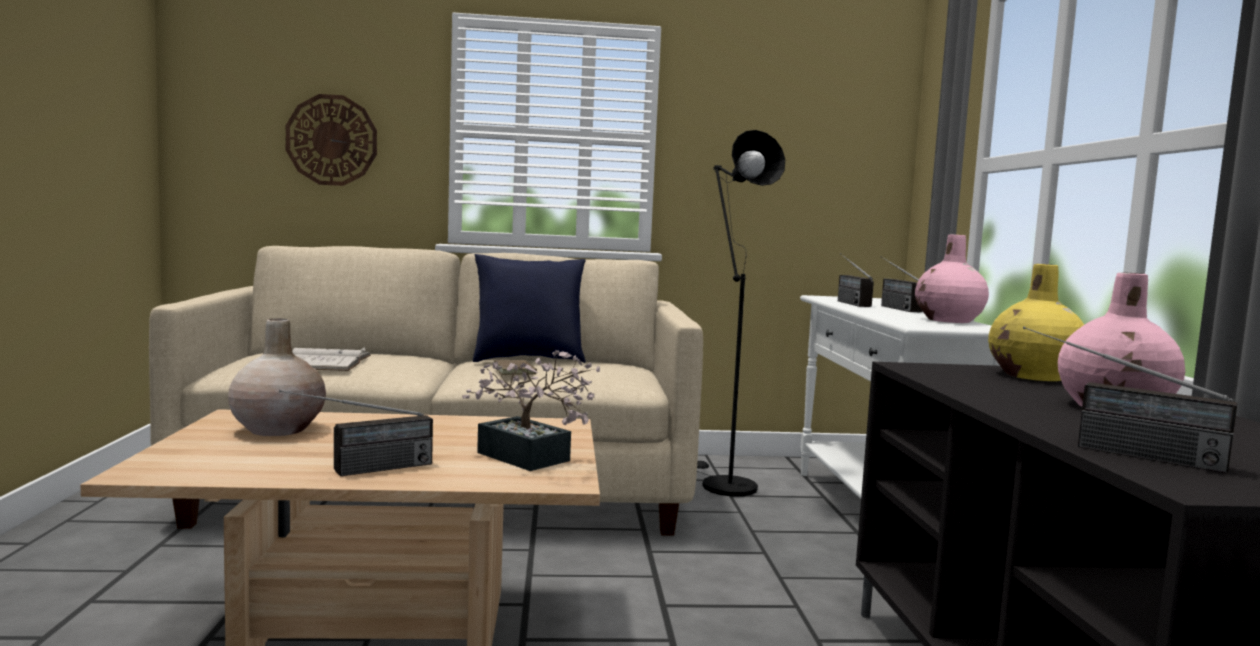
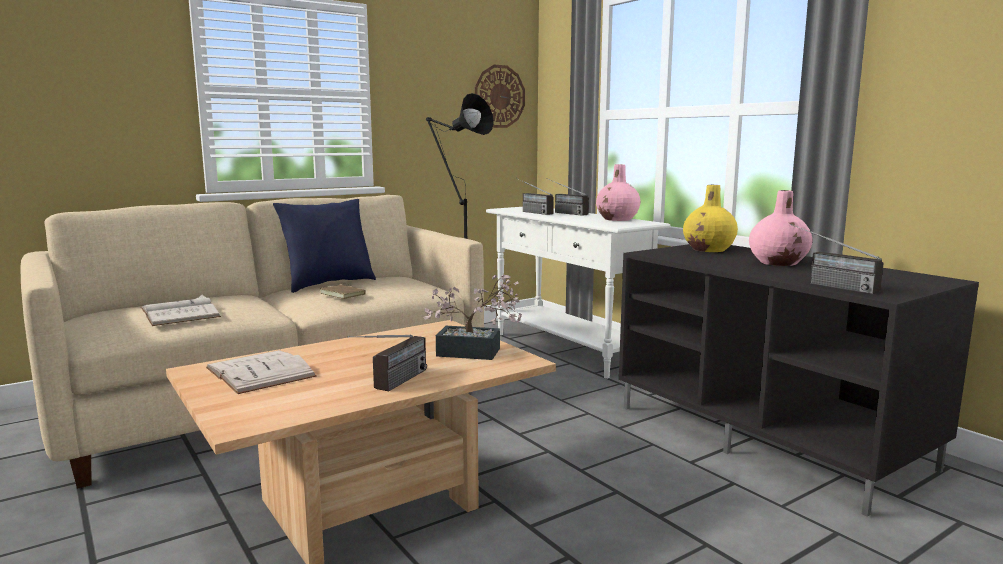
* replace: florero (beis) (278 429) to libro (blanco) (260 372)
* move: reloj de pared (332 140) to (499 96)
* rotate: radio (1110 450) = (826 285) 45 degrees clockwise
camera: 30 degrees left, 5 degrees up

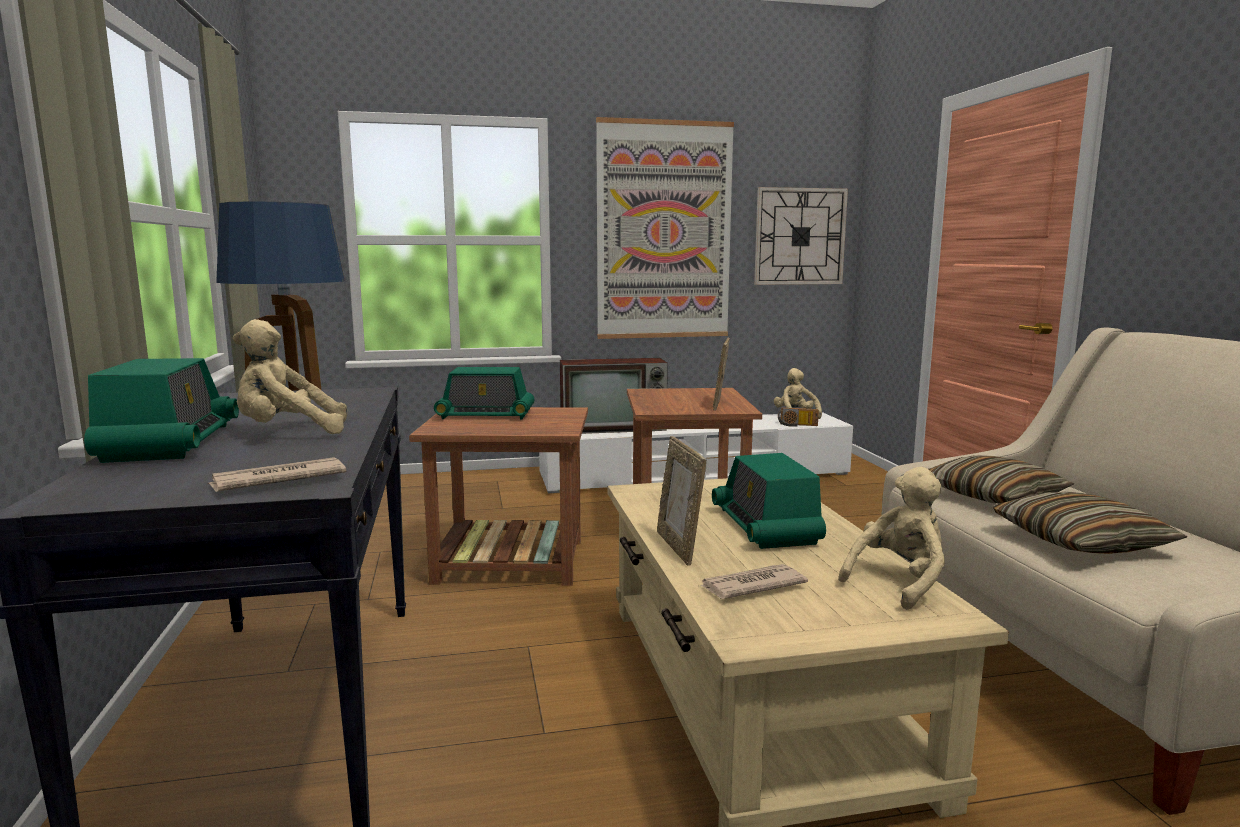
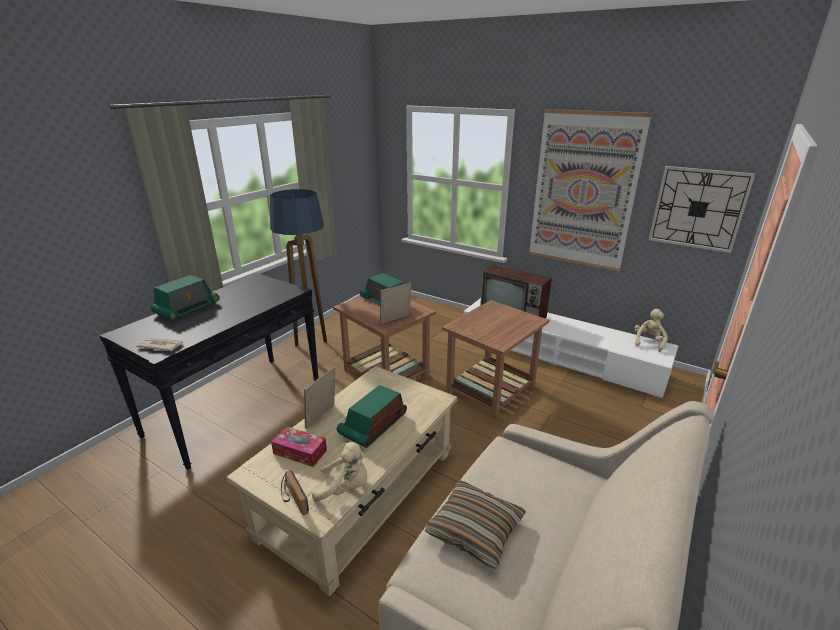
* replace: periódico (751 585) to caja de pañuelos (300 452)
* move: radio (797 425) to (292 500)
* move: portarretratos (720 405) to (395 320)
* delete: peluche (beis) (288 433)
* delete: cojín (993 496)
camera: 45 degrees right, 15 degrees up

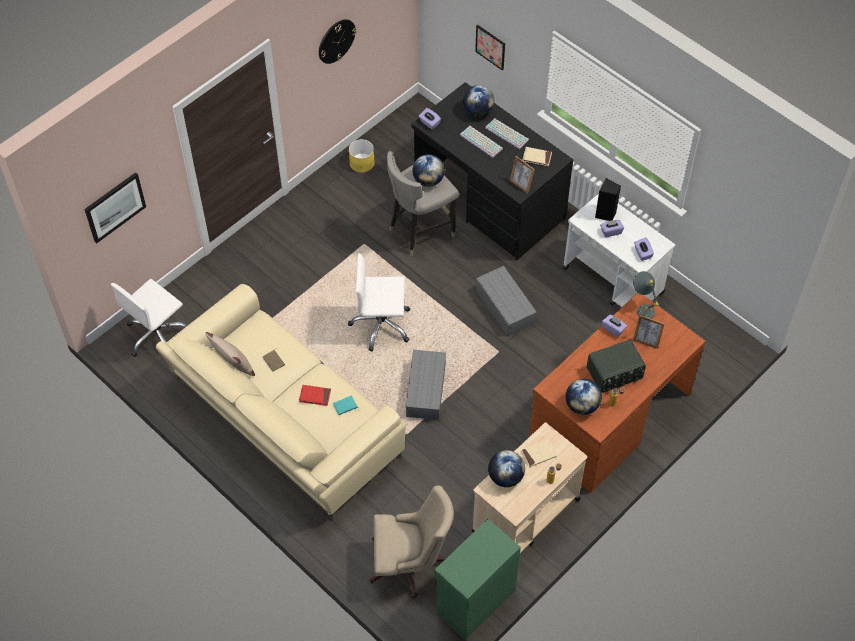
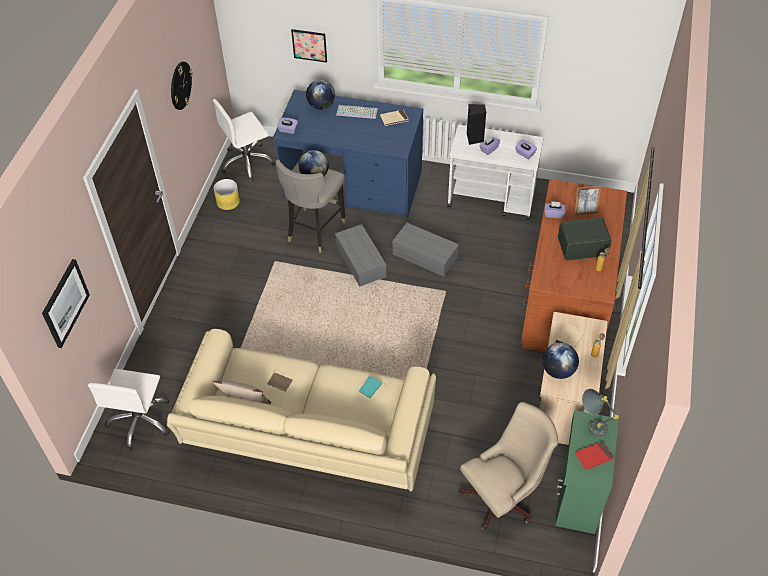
* move: silla de oficina (blanco) (381 325) to (247 162)
* recolor: escritorio (negro) (489 201) to escritorio (azul) (353 184)
* move: caja de almacenaje (gris) (426 391) to (362 262)
* rotate: radio (615 374) = (582 246) 135 degrees counterclockwise
* move: libro (rojo) (315 396) to (594 456)
* move: lámpara de mesa (gris) (642 307) to (591 425)
* delete: teclado (482 141)
* delete: portarretratos (521 185)
* delete: globo terráqueo (582 406)
camera: 30 degrees left, 5 degrees down

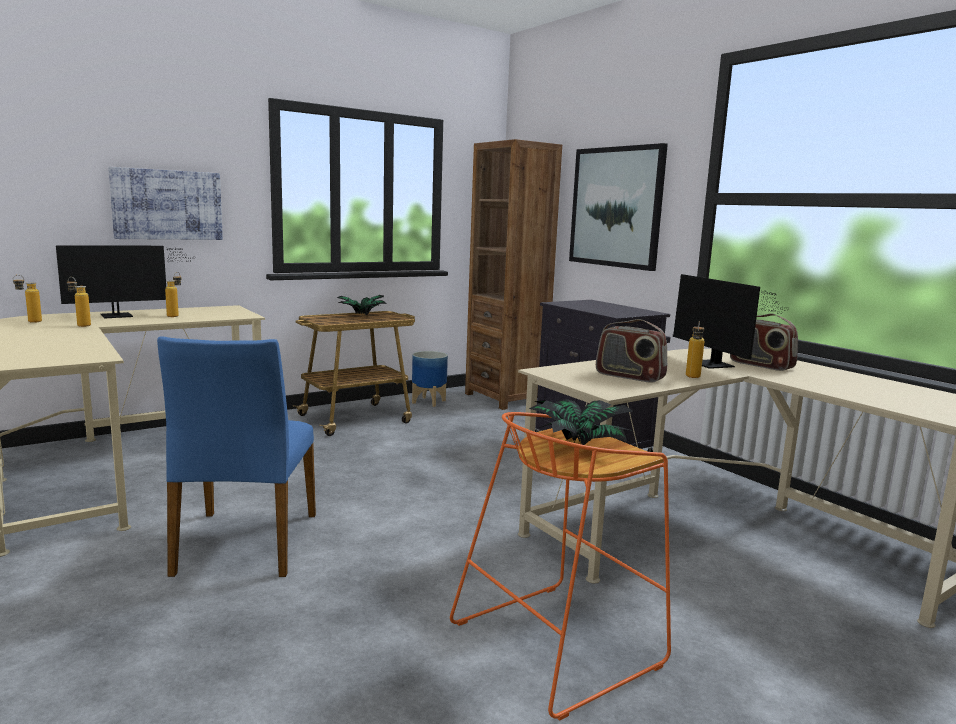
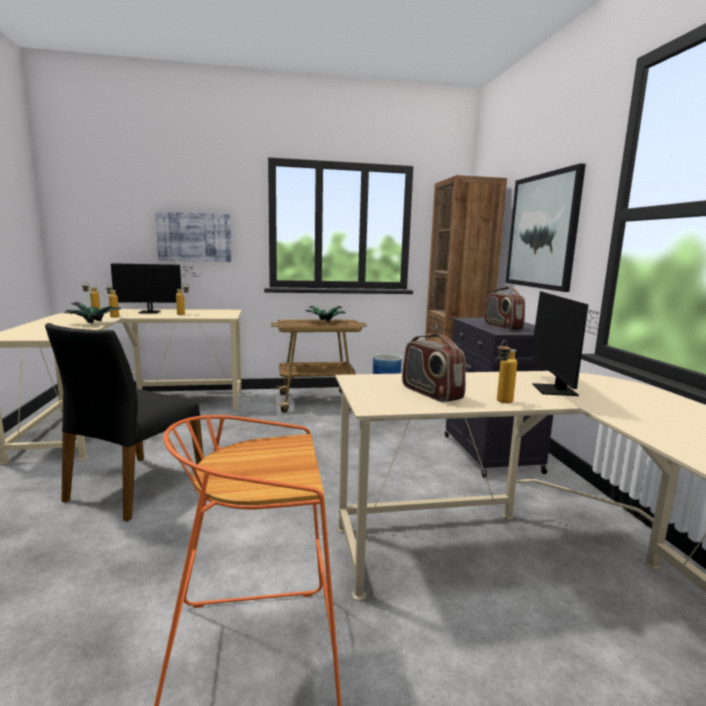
* recolor: silla (azul) (245 543) to silla (negro) (134 487)
* move: planta en maceta (578 443) to (95 324)
* move: radio (761 365) to (502 326)
camera: 25 degrees right, 0 degrees up

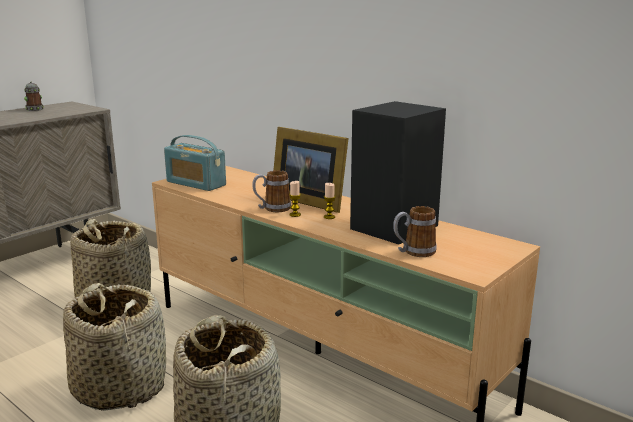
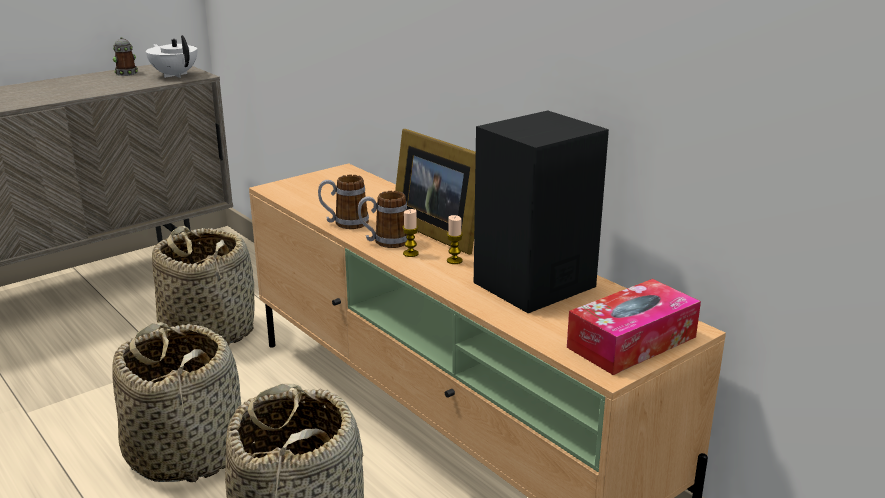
* insert: tetera (blanco) (175 75)
* move: taza grande (413 252) to (344 223)
* insert: caja de pañuelos (632 342)
* delete: radio (196 183)
camera: 10 degrees right, 5 degrees up

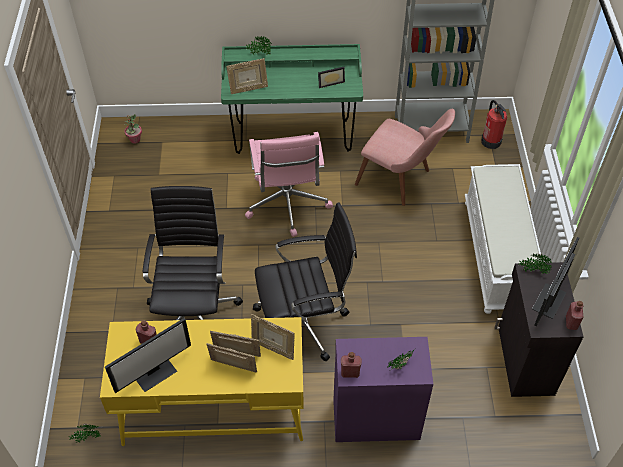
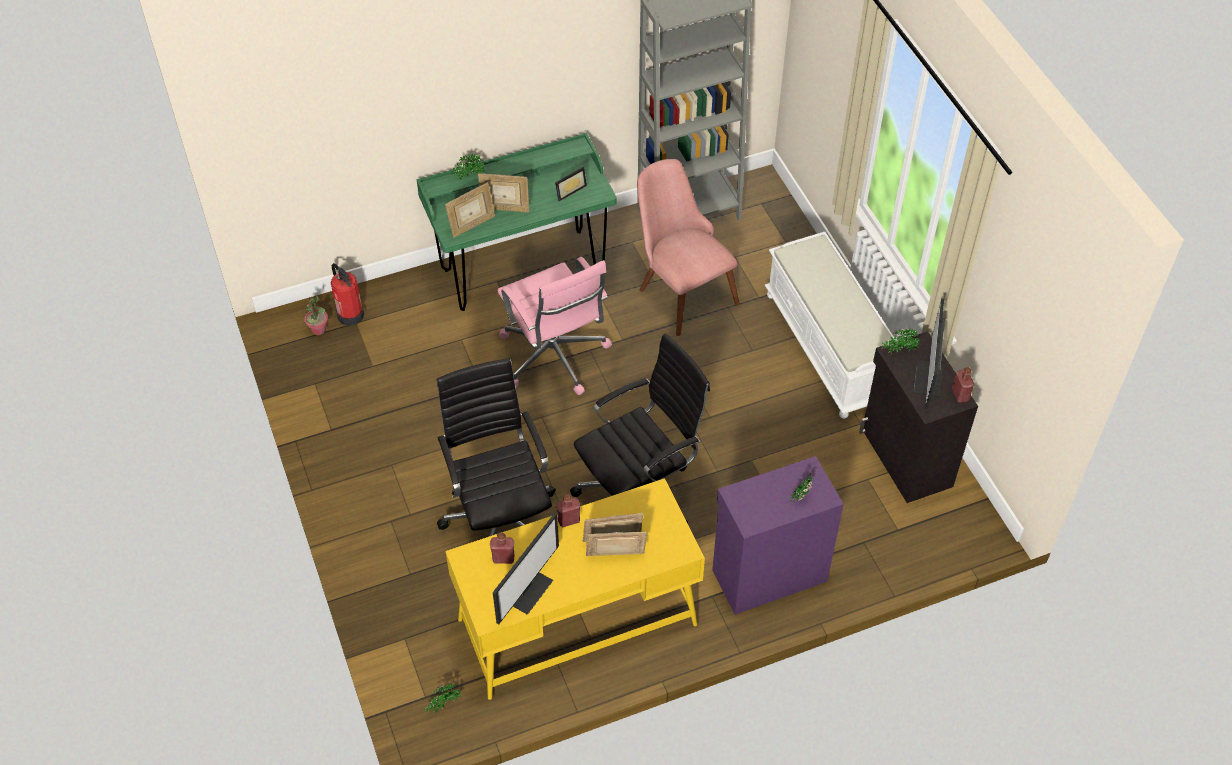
* move: extintor (491 141) to (350 314)
* move: portarretratos (273 348) to (505 208)
* move: botella (rojo) (350 372) to (568 520)
* rotate: silla (rosa) (401 180) = (680 289) 135 degrees counterclockwise
camera: 20 degrees left, 0 degrees up

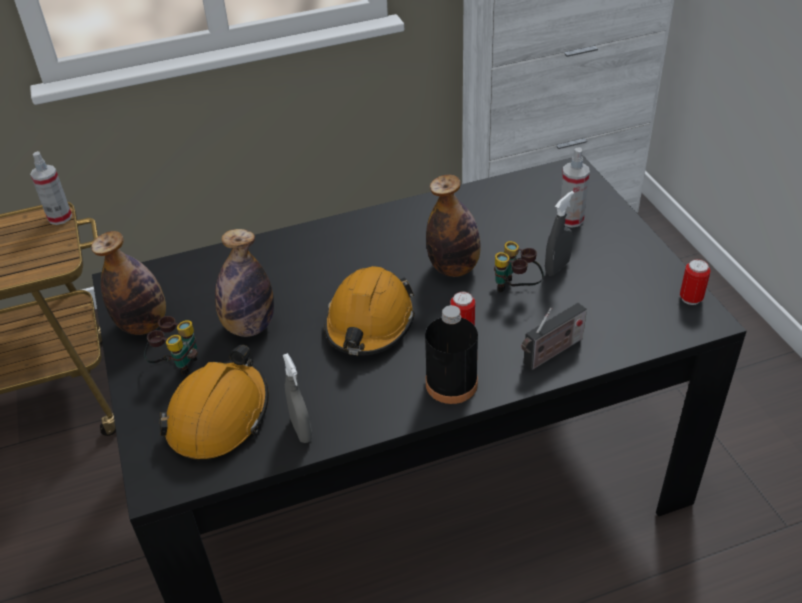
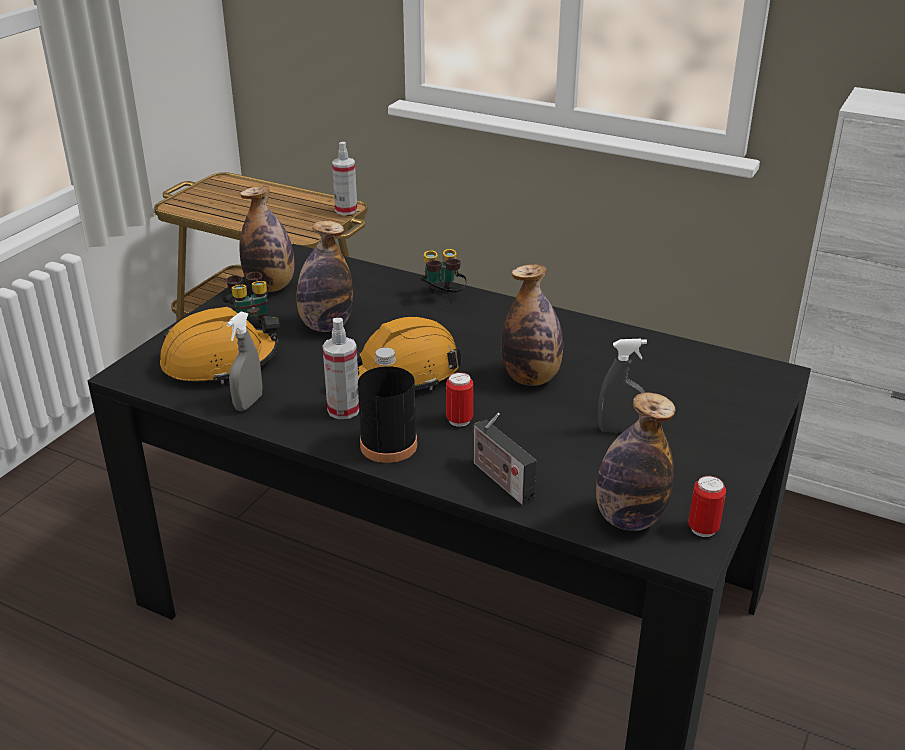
* move: pulverizador (570 219) to (343 410)
* move: prismáticos (516 290) to (442 297)
* rotate: radio (551 353) = (499 479) 45 degrees clockwise
* insert: botella (628 519)
camera: 45 degrees right, 10 degrees down

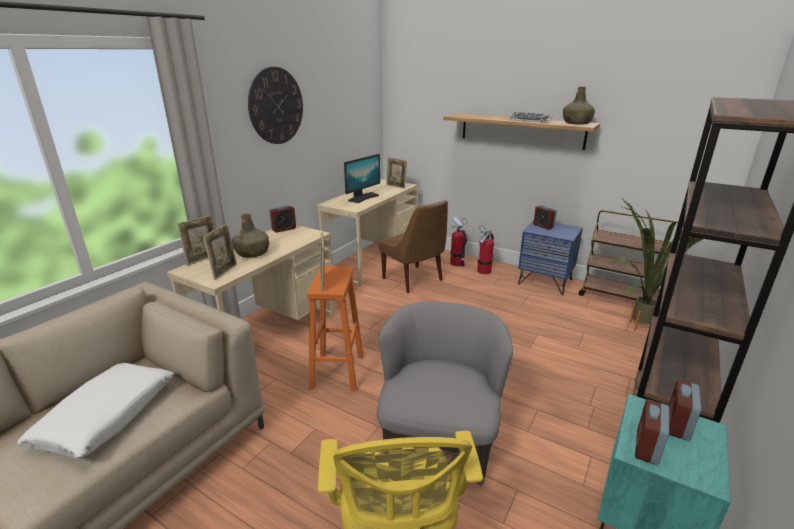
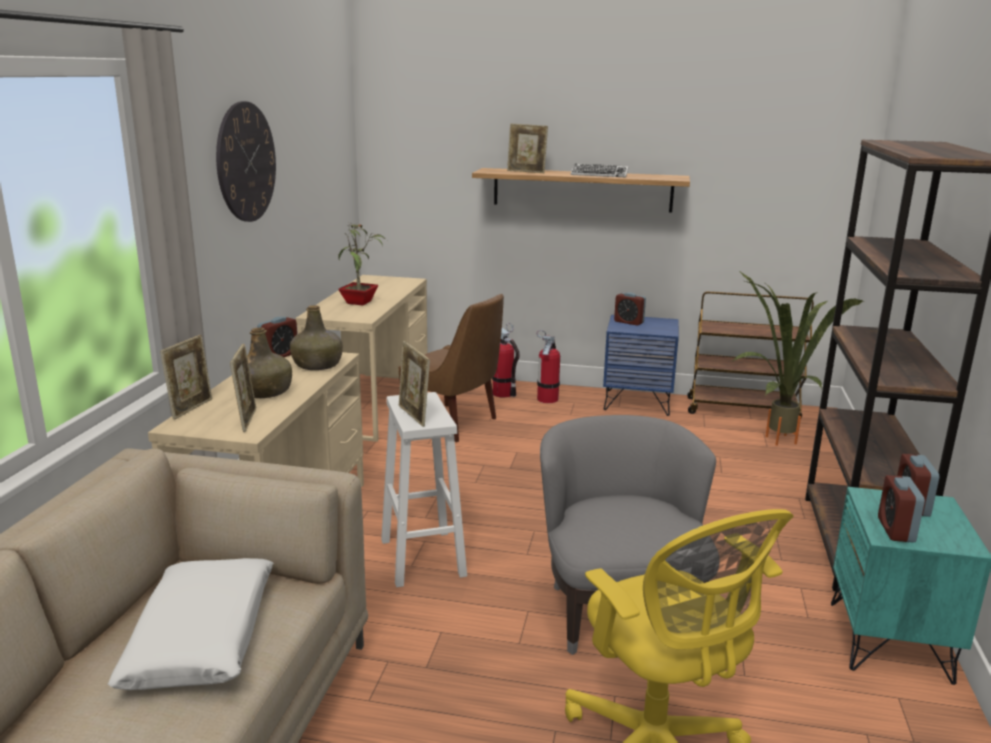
* move: botella (verde) (577 123) to (318 365)
* replace: monitor (363 198) to planta en maceta (360 303)
* recolor: taburete (naranja) (337 372) to taburete (blanco) (423 558)
* move: portarretratos (396 186) to (526 172)
camera: 20 degrees left, 5 degrees down

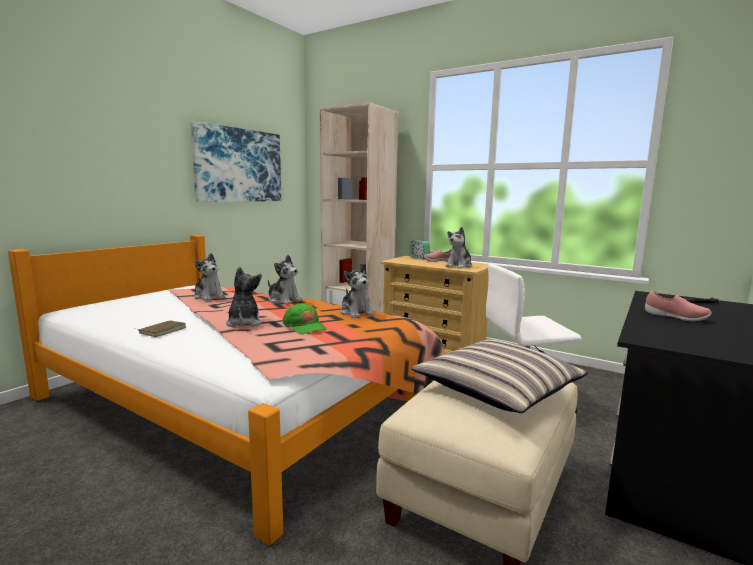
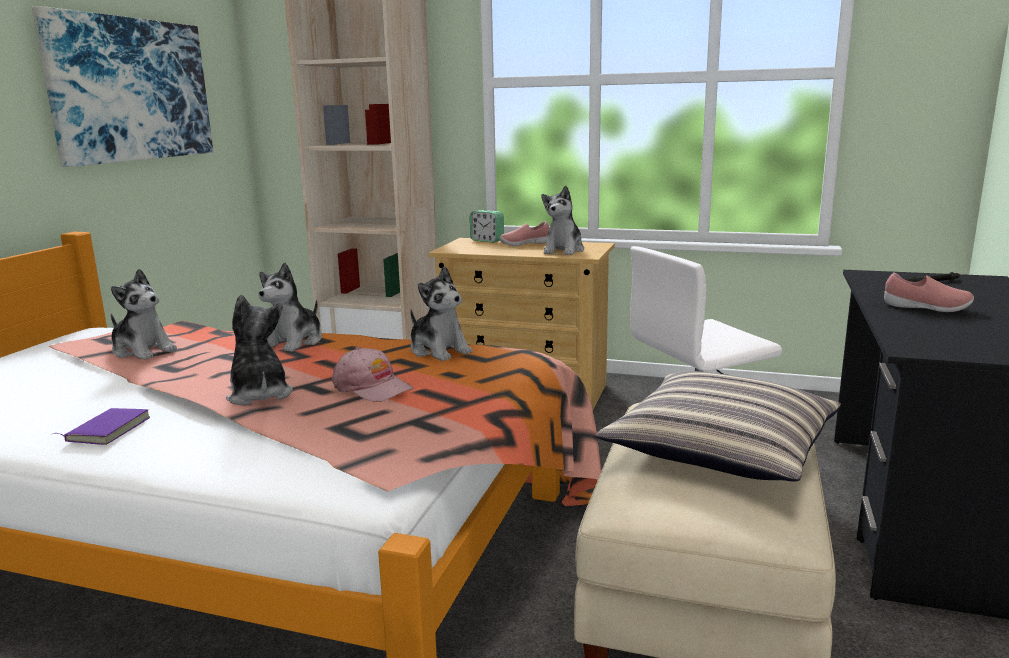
* recolor: libro (marrón) (162 330) to libro (morado) (107 430)
* rotate: peluche (284 300) = (295 342) 90 degrees clockwise
* recolor: gorra (verde) (305 327) to gorra (rosa) (372 387)
camera: 15 degrees left, 5 degrees up

